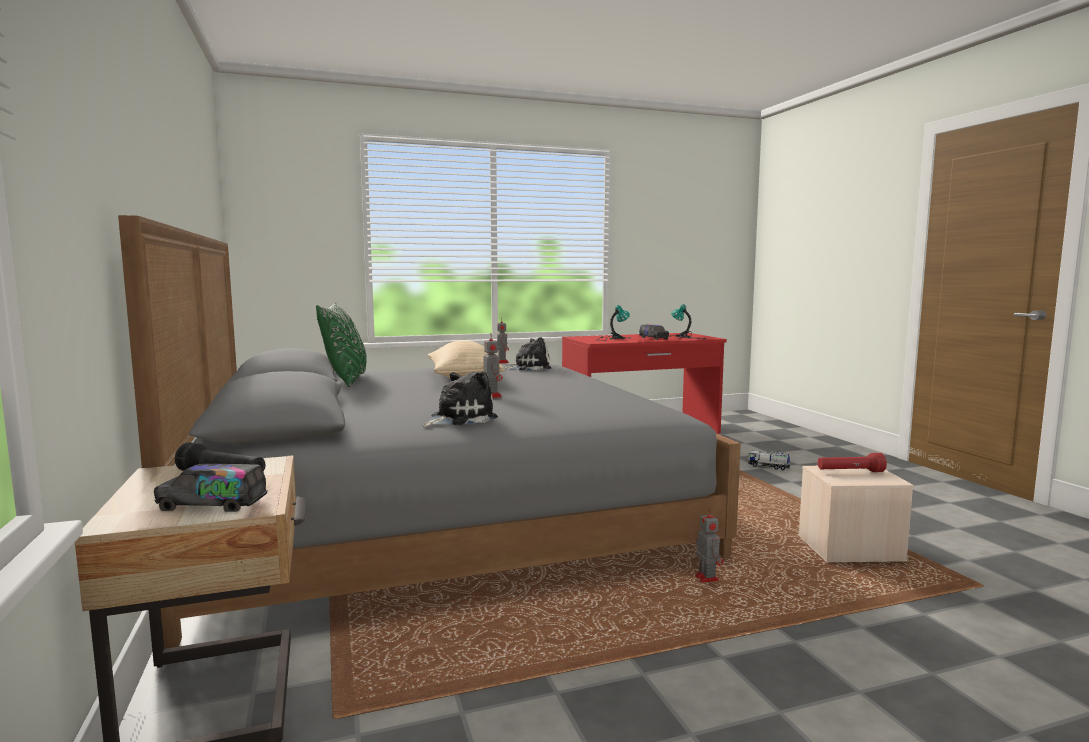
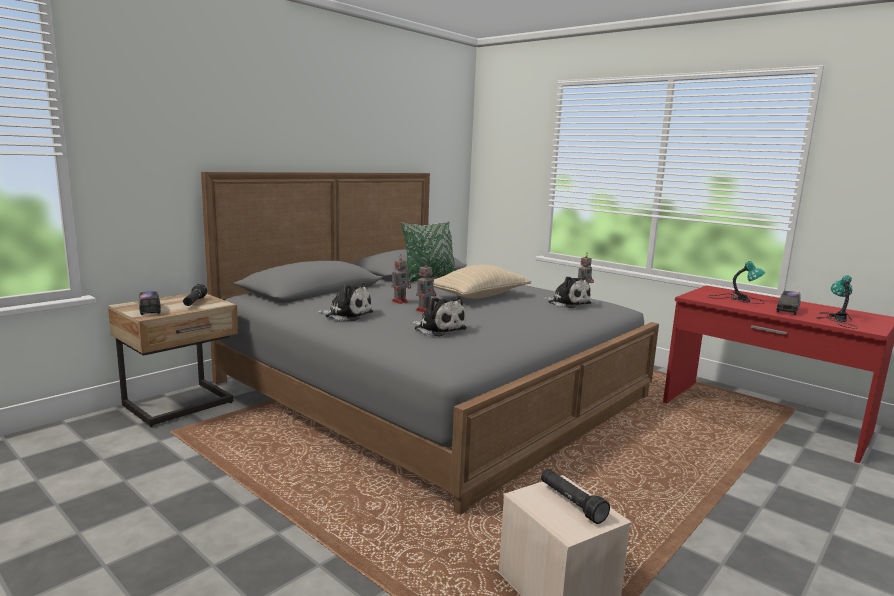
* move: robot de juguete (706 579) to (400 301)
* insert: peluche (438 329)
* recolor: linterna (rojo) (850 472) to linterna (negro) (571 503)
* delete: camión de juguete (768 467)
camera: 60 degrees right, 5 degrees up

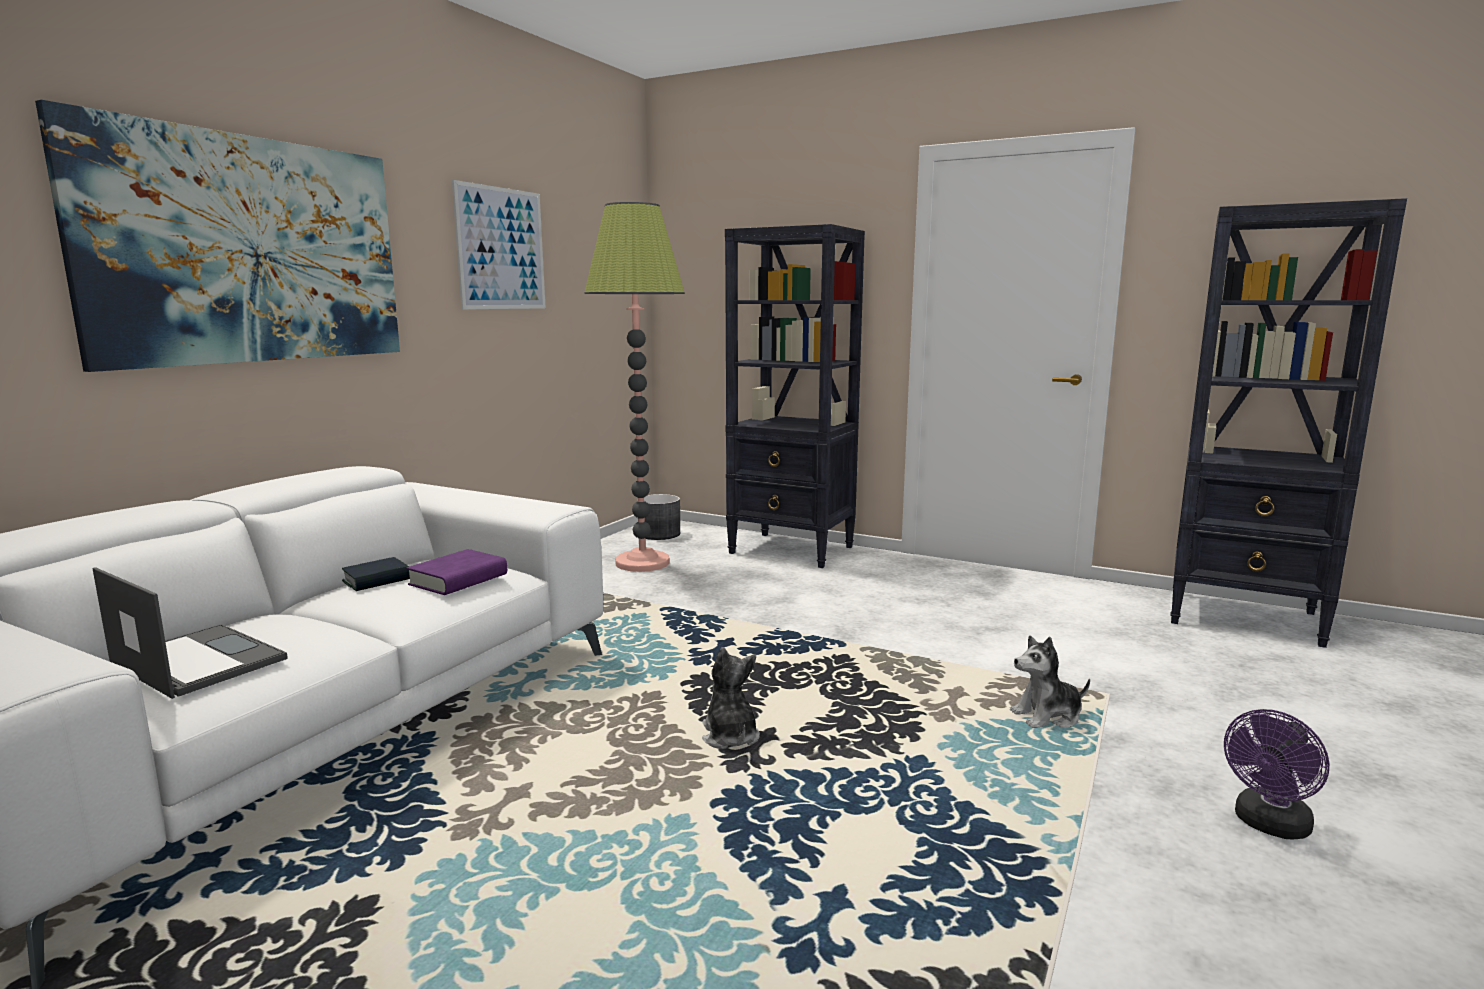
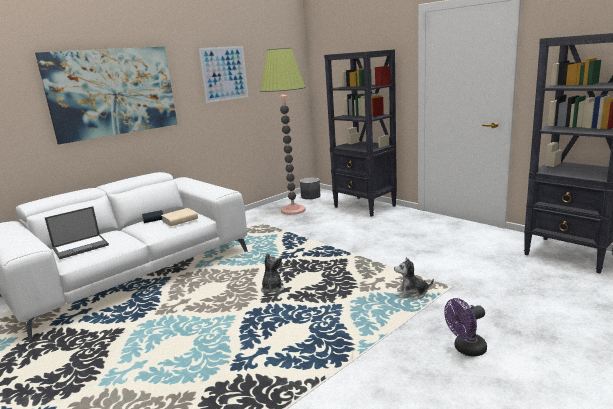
* rotate: portátil (197 661) = (81 246) 90 degrees clockwise
* recolor: libro (morado) (458 580) to libro (beis) (180 220)
camera: 20 degrees right, 5 degrees up

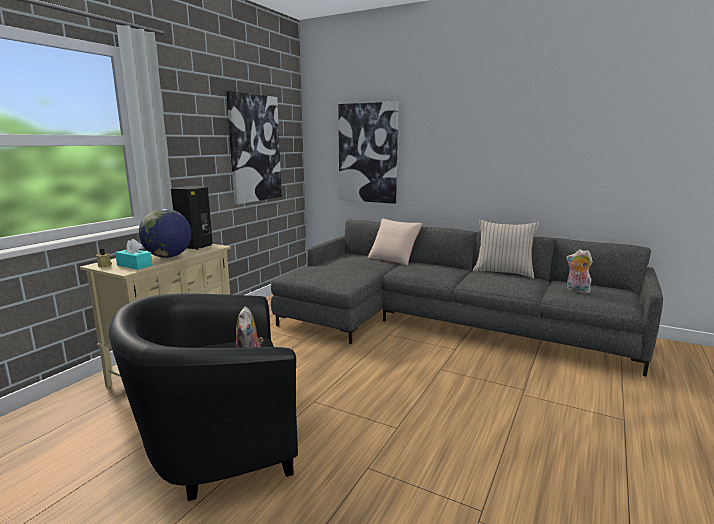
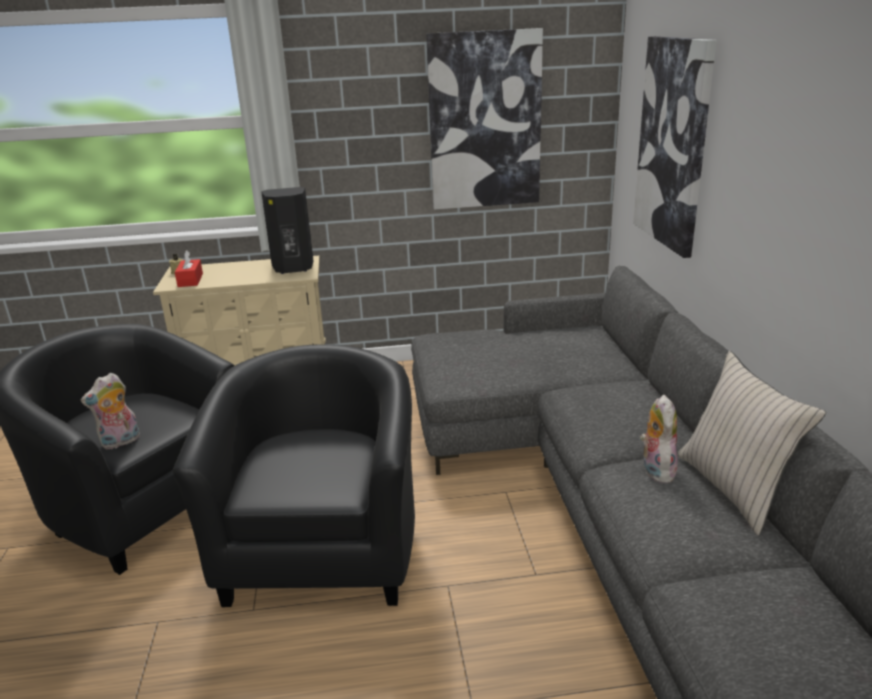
* insert: sillón (negro) (324 548)
* recolor: caja de pañuelos (turquesa) (134 265) to caja de pañuelos (rojo) (190 280)
* move: peluche (576 291) to (655 470)
* delete: globo terráqueo (168 256)
* delete: cojín (beis) (394 259)
camera: 55 degrees right, 10 degrees up

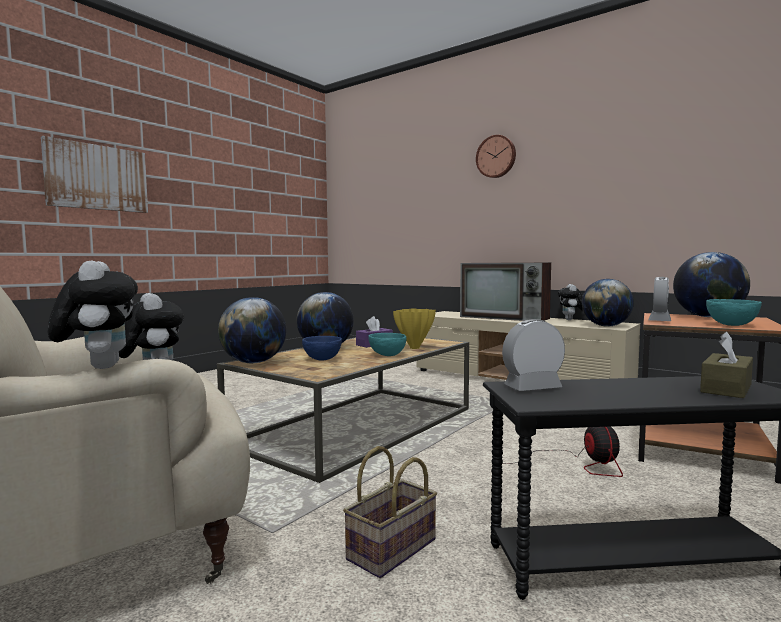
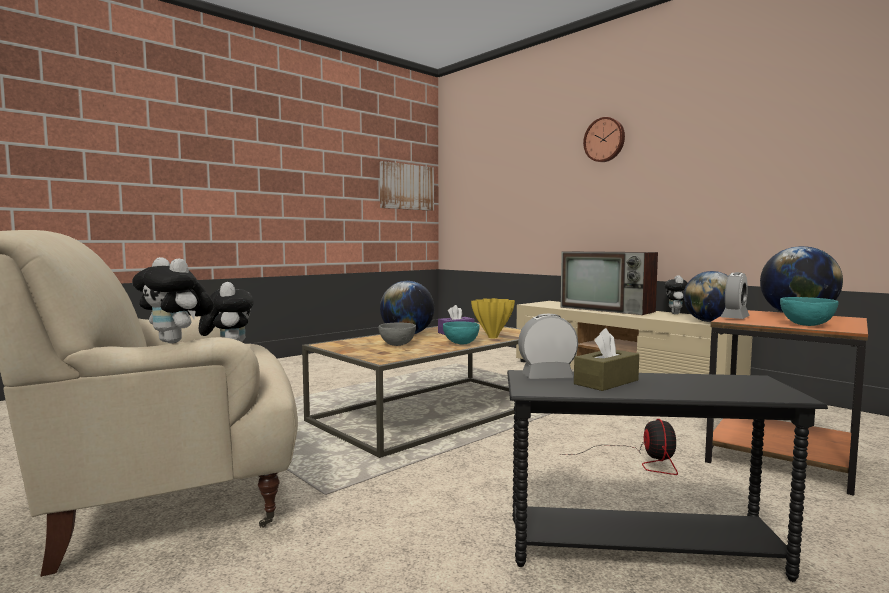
* rotate: peluche (99 367) = (176 342) 135 degrees clockwise
* recolor: cuenco (azul) (321 359) to cuenco (gris) (396 345)
* move: cuadro (97 177) to (406 187)
* move: caja de pañuelos (marrón) (726 388) to (606 382)
* delete: globo terráqueo (254 362)
* delete: cesta (392 551)
camera: 10 degrees right, 0 degrees up

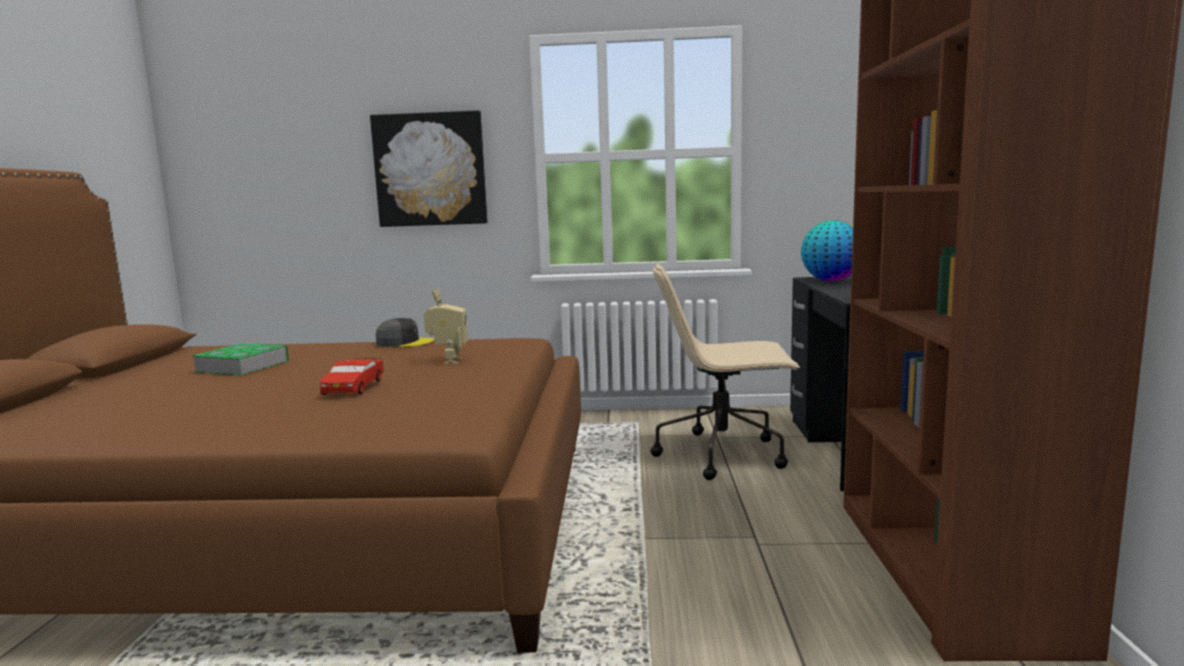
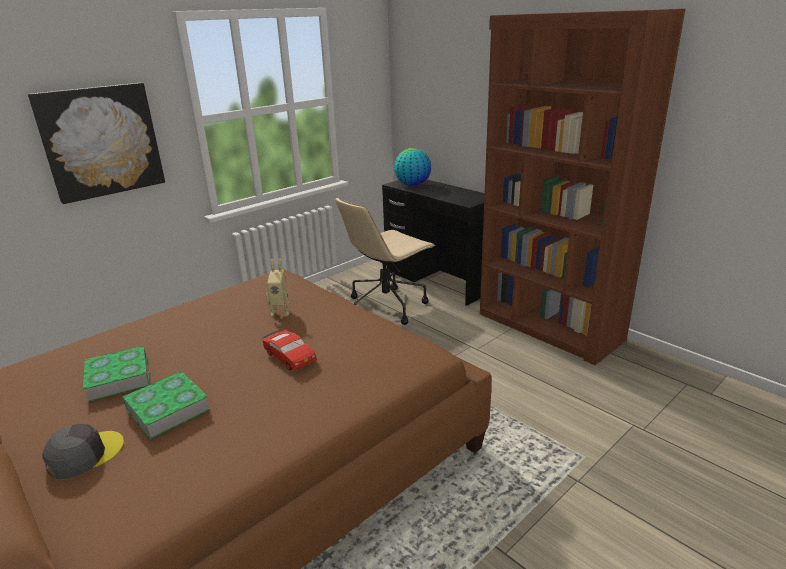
* move: gorra (gris) (404 342) to (84 455)
* insert: libro (168 409)
* rotate: robot de juguete (448 361) = (281 311) 135 degrees clockwise
camera: 45 degrees left, 15 degrees up

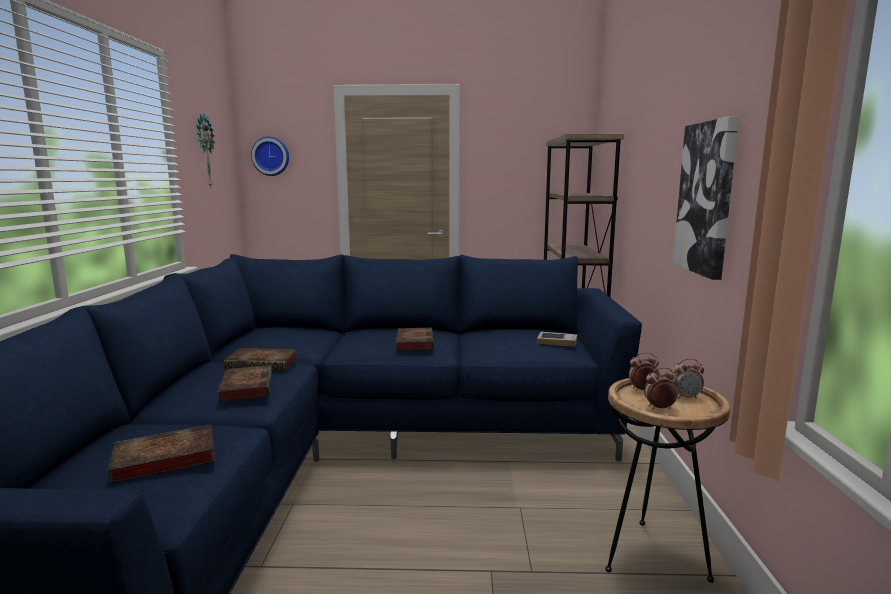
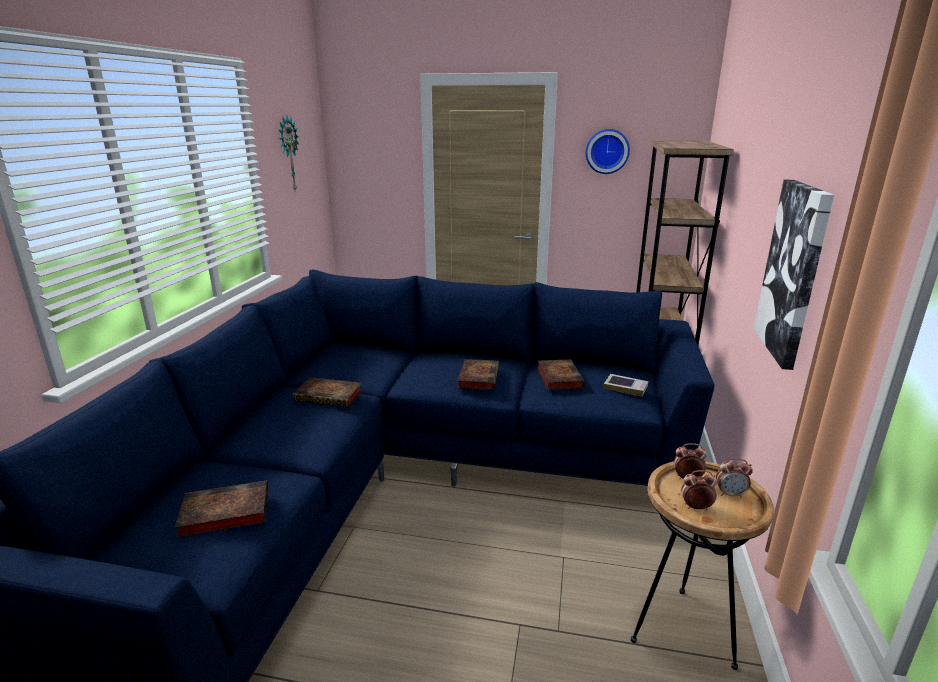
* move: libro (246 387) to (558 377)
* move: reloj de pared (271 156) to (607 151)
camera: 10 degrees right, 10 degrees up

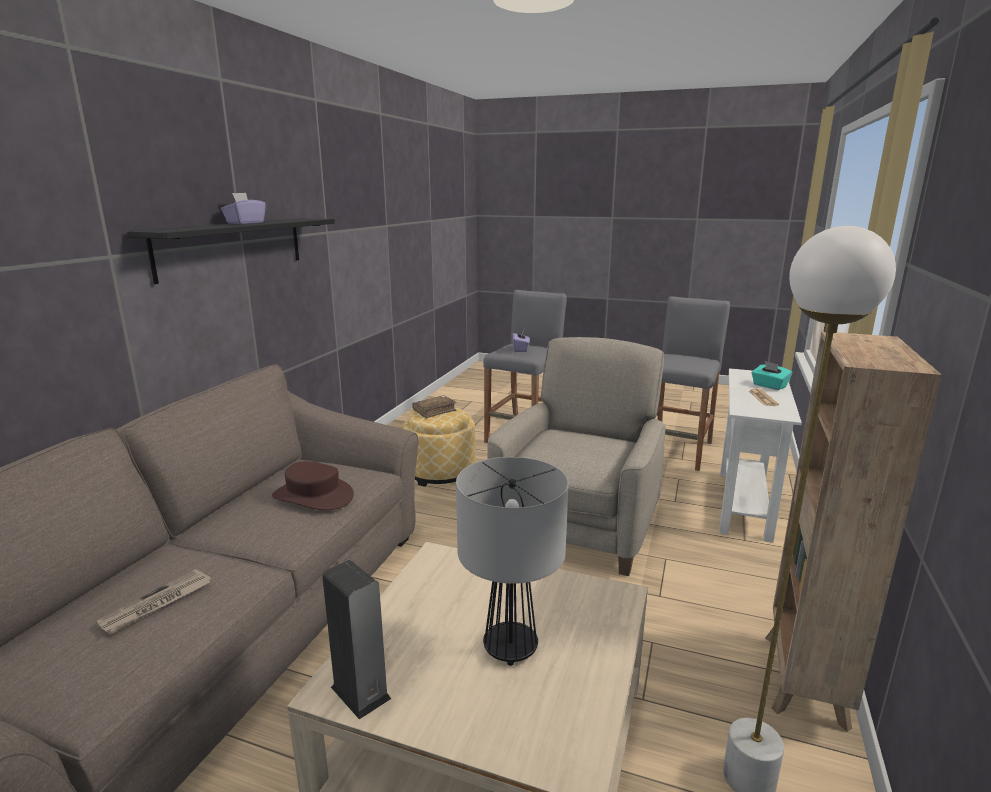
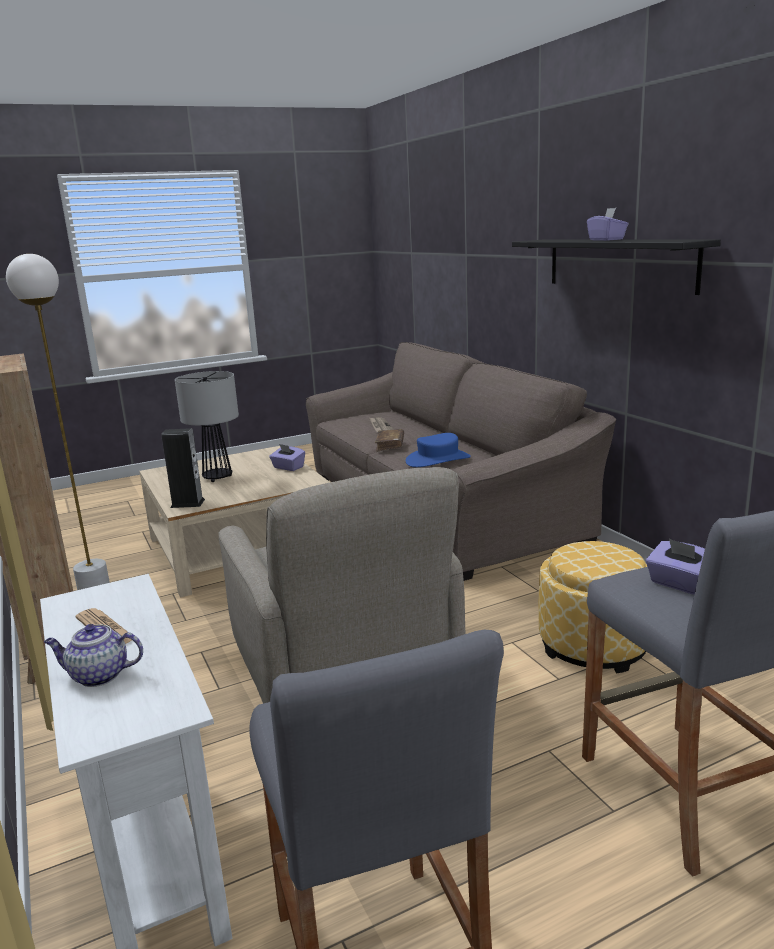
* replace: caja de pañuelos (turquesa) (769 386) to tetera (98 676)
* move: altavoz (360 692) to (187 503)
* insert: caja de pañuelos (morado) (288 467)
* move: libro (marrón) (434 411) to (390 445)
* recolor: sombrero (marrón) (313 496) to sombrero (azul) (438 460)
camera: 135 degrees right, 0 degrees up

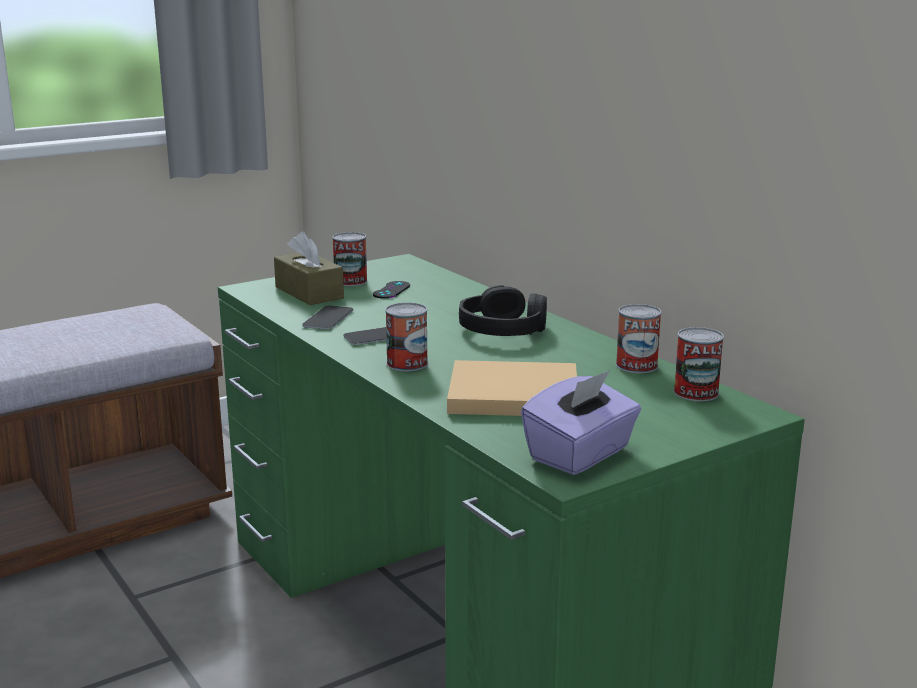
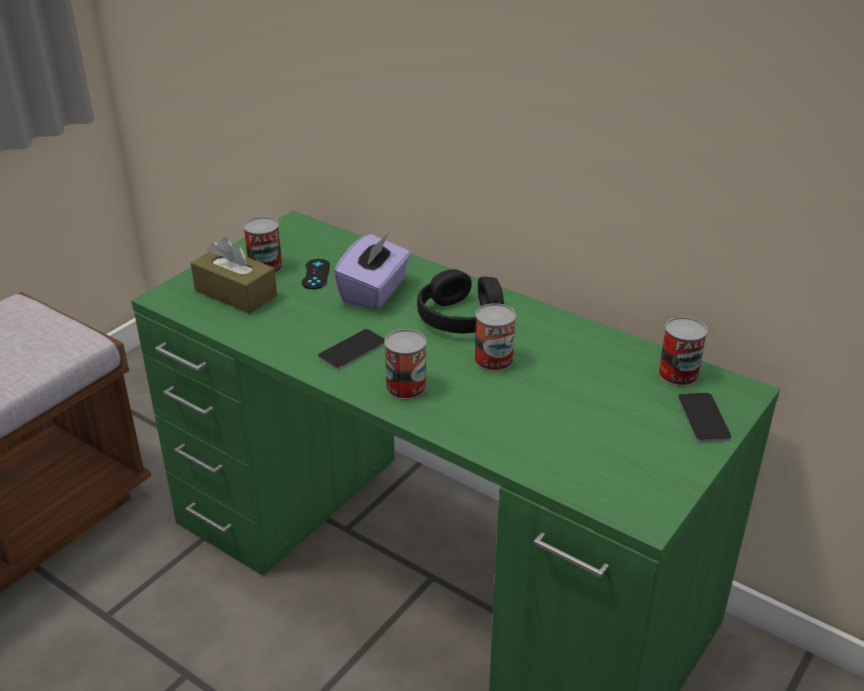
* move: caja de pañuelos (morado) (581 454) to (374 292)
* move: lata (636 365) to (493 359)
* move: móvil (328 318) to (703 418)
* delete: libro (beis) (509 394)
camera: 20 degrees left, 15 degrees up

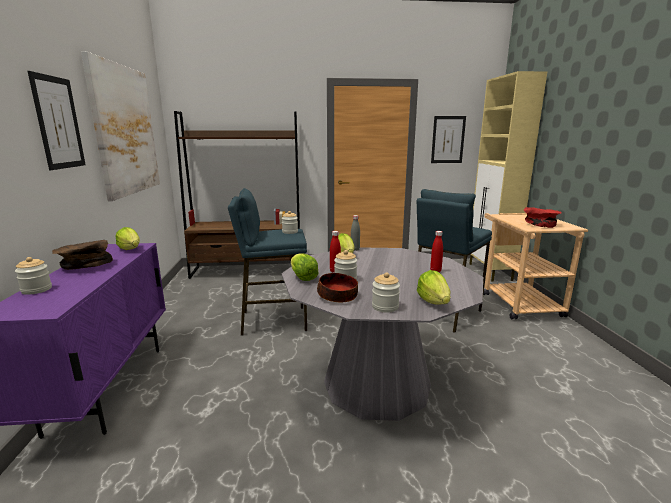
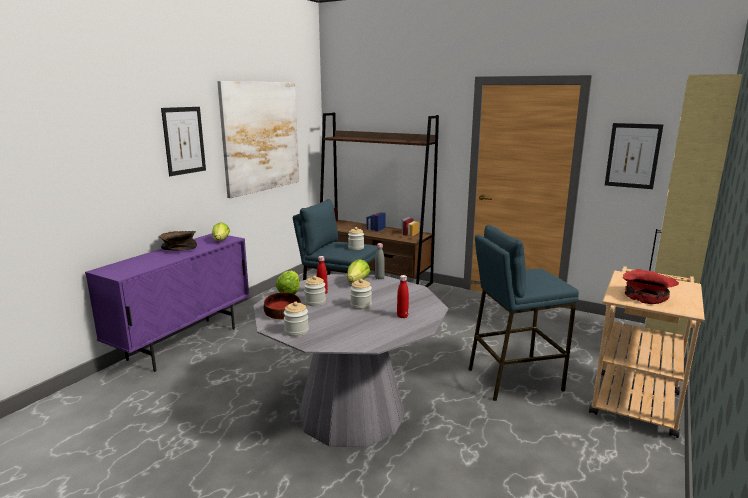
* move: tarro (36 290) to (361 306)
* delete: lechuga (433 302)
camera: 35 degrees right, 0 degrees up

